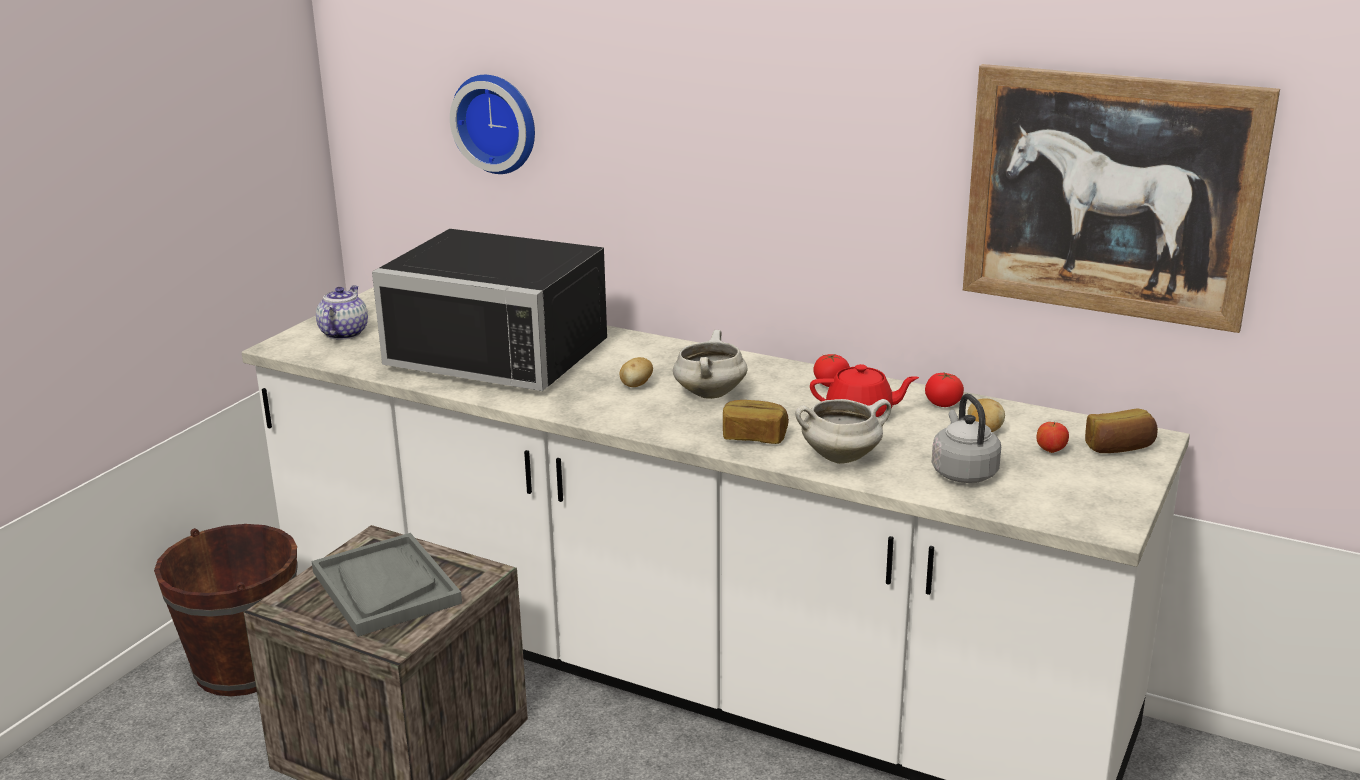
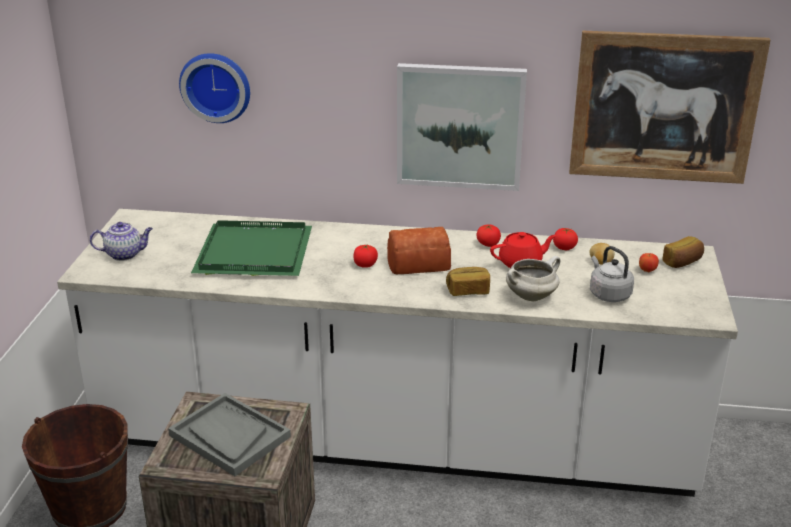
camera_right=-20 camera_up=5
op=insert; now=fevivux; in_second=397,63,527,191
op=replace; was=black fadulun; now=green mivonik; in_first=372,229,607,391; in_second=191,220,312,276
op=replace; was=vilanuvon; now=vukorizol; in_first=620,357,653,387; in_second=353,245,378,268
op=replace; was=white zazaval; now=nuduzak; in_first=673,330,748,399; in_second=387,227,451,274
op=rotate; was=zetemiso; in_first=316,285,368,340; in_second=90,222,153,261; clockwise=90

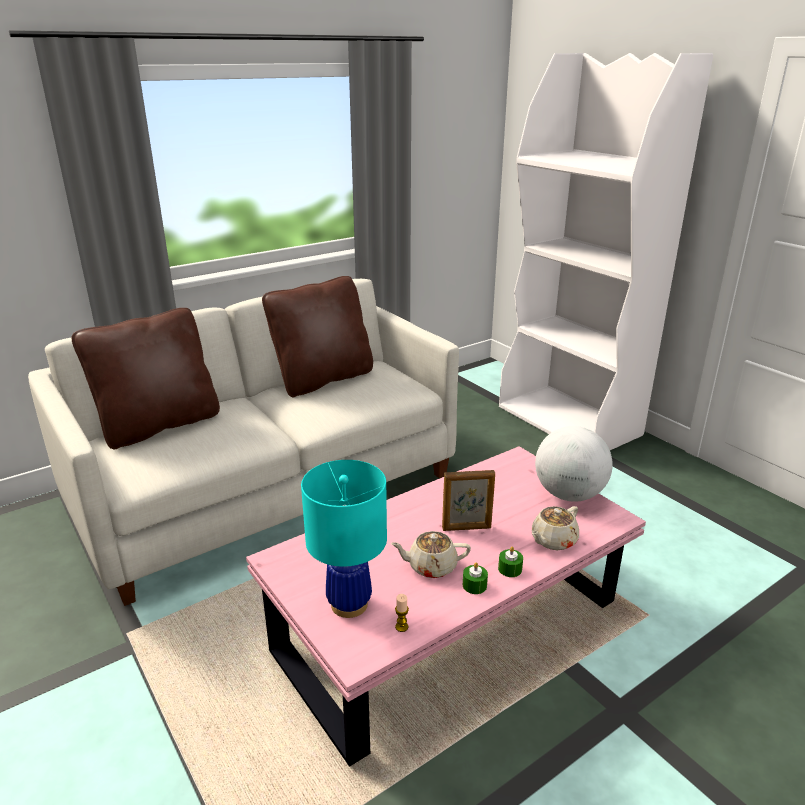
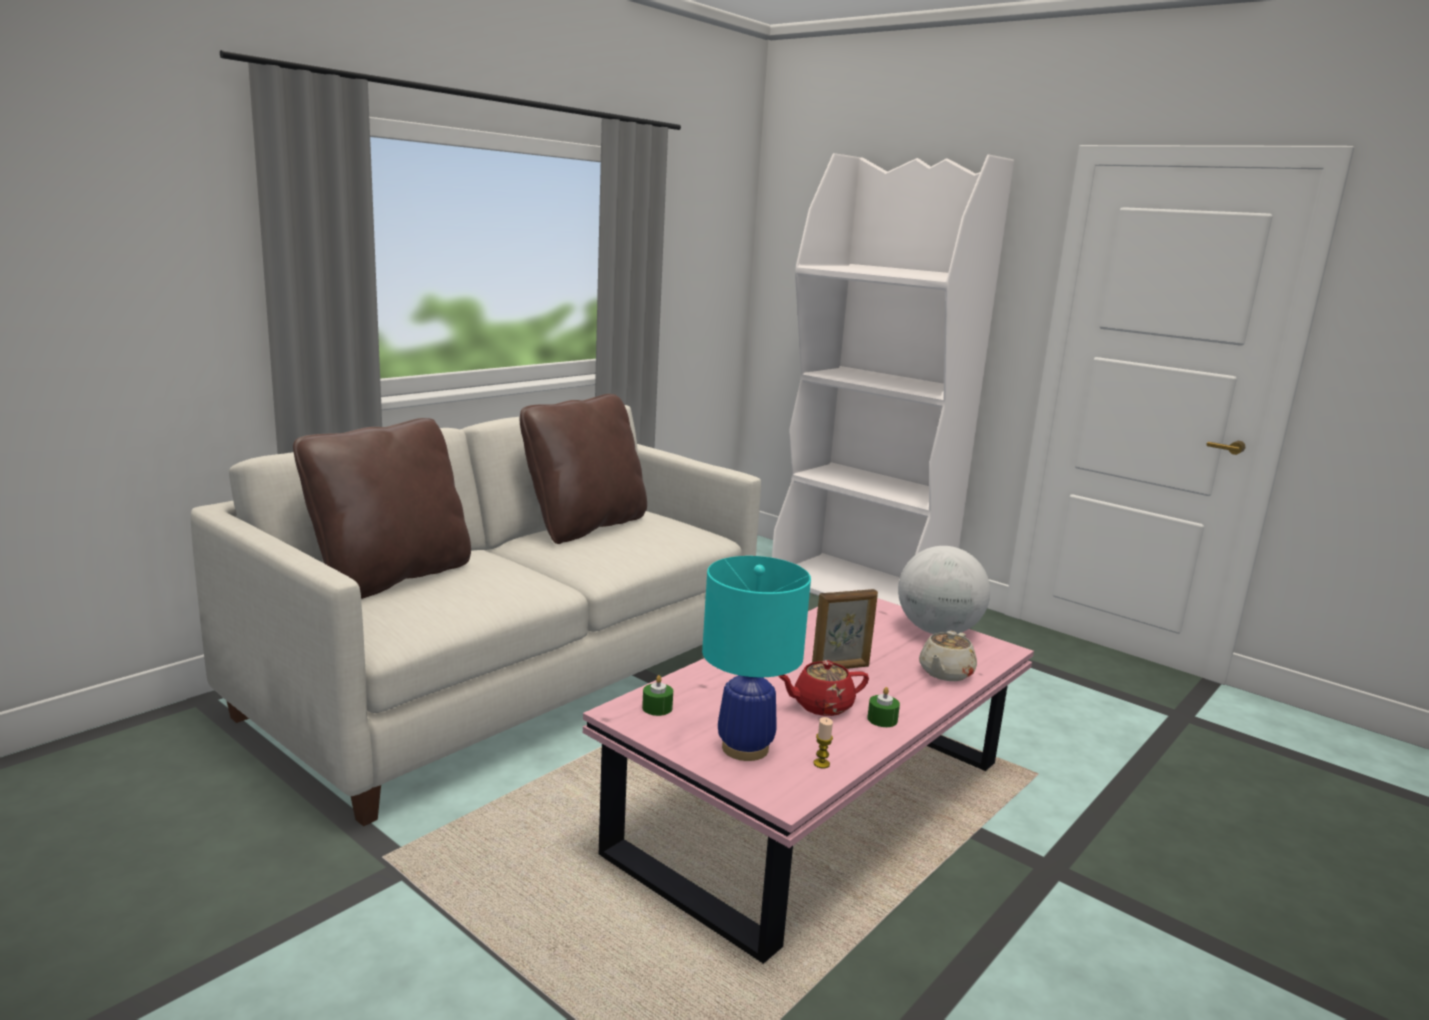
camera_right=-15 camera_up=-10
op=move; was=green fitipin; in_first=498,546,523,577; in_second=642,675,673,716
op=recolor; was=beige zetemiso; now=red zetemiso; in_first=390,531,471,578; in_second=779,660,869,716

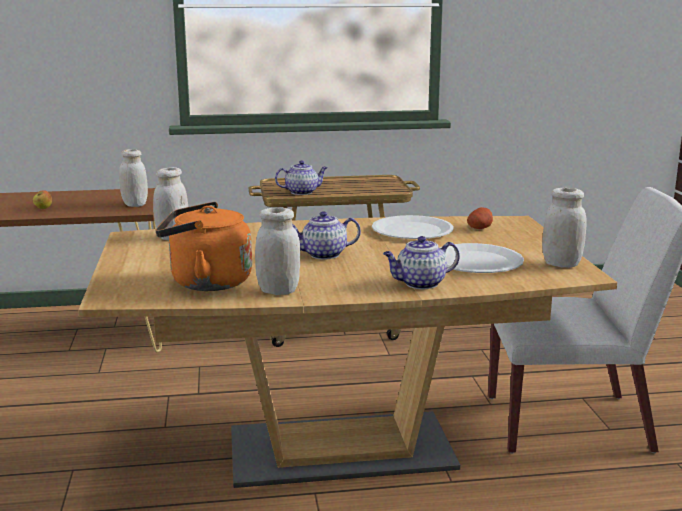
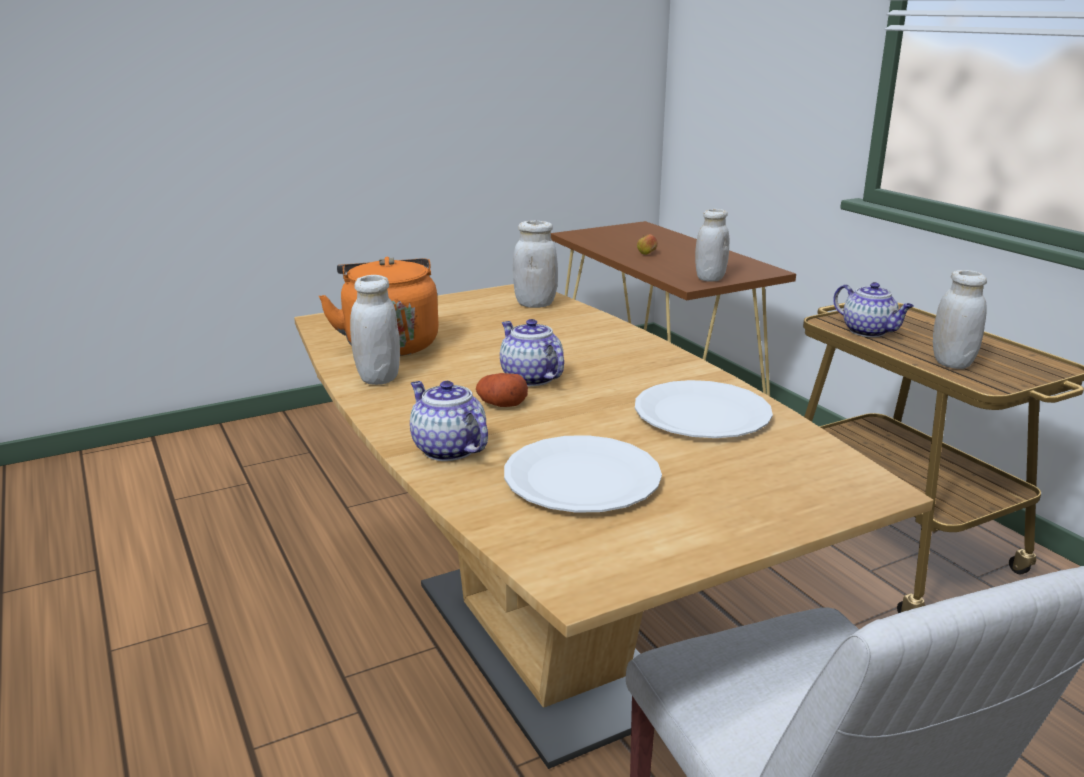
camera_right=70 camera_up=5
op=move; was=vilanuvon; in_first=467,207,493,229; in_second=476,373,528,407
op=move; was=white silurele; in_first=542,188,587,268; in_second=933,270,987,369

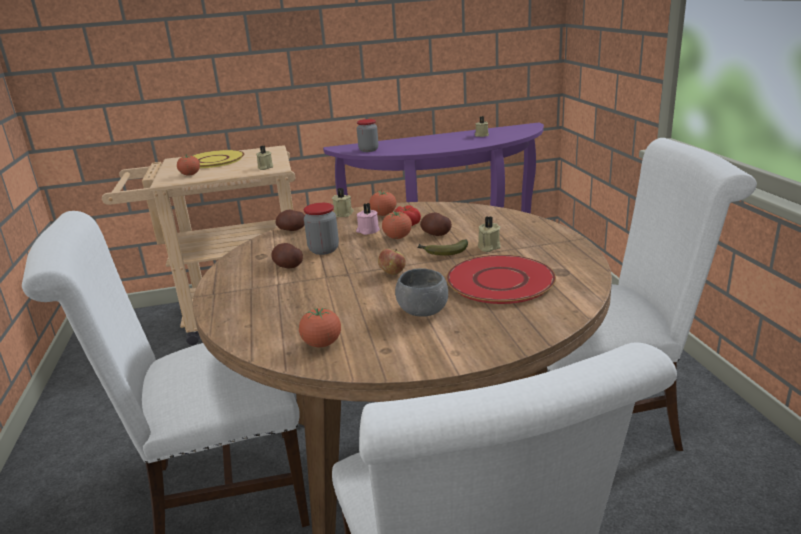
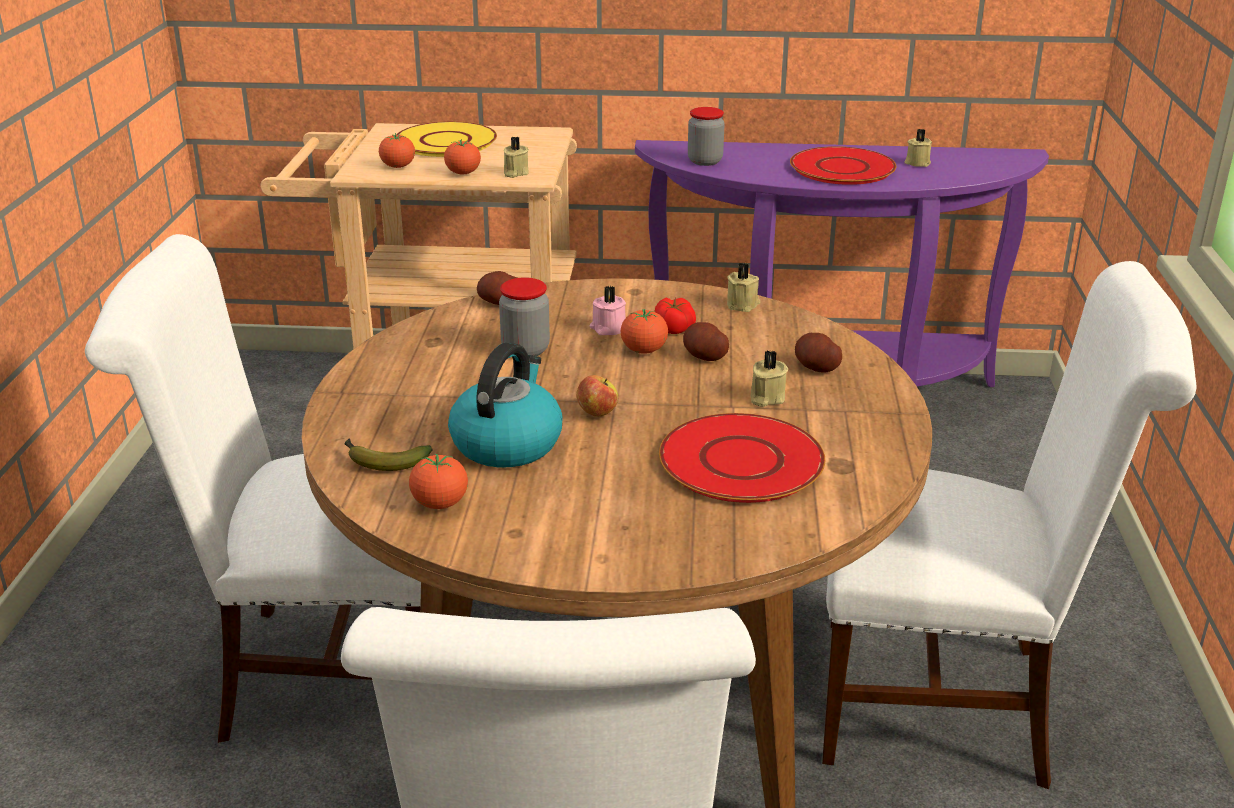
camera_right=15 camera_up=5
op=delete; was=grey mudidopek; in_first=395,268,448,317
op=insert; now=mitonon; in_second=448,343,562,467
op=insert; now=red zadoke; in_second=790,146,896,185
op=move; was=vilanuvon; in_first=271,243,303,268; in_second=795,333,842,372
op=move; was=beige fitipin; in_first=332,188,354,217; in_second=727,263,760,312
op=move; was=vukorizol; in_first=369,190,396,216; in_second=444,139,481,175
op=move; was=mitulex; in_first=417,239,468,256; in_second=345,438,432,471

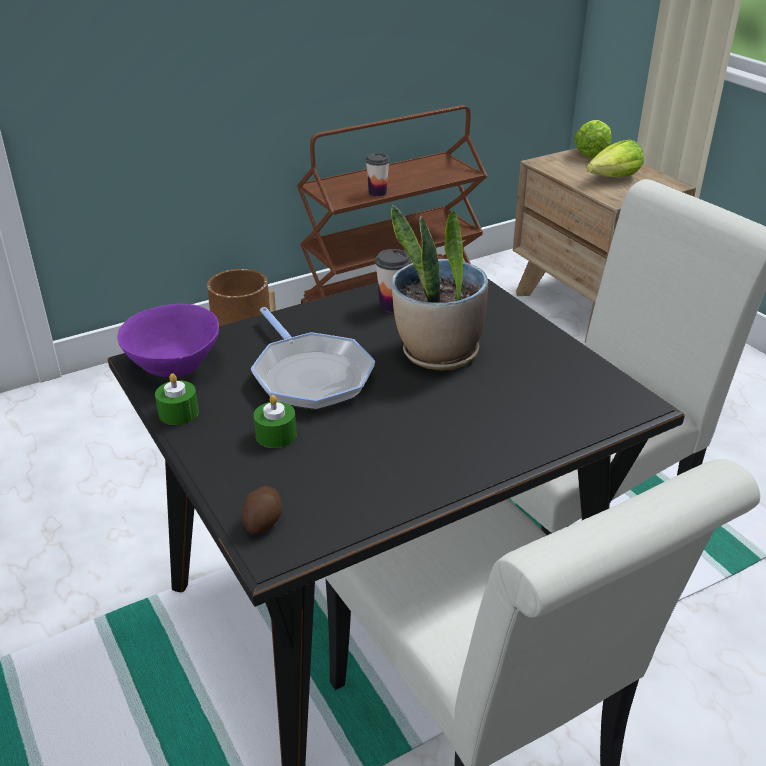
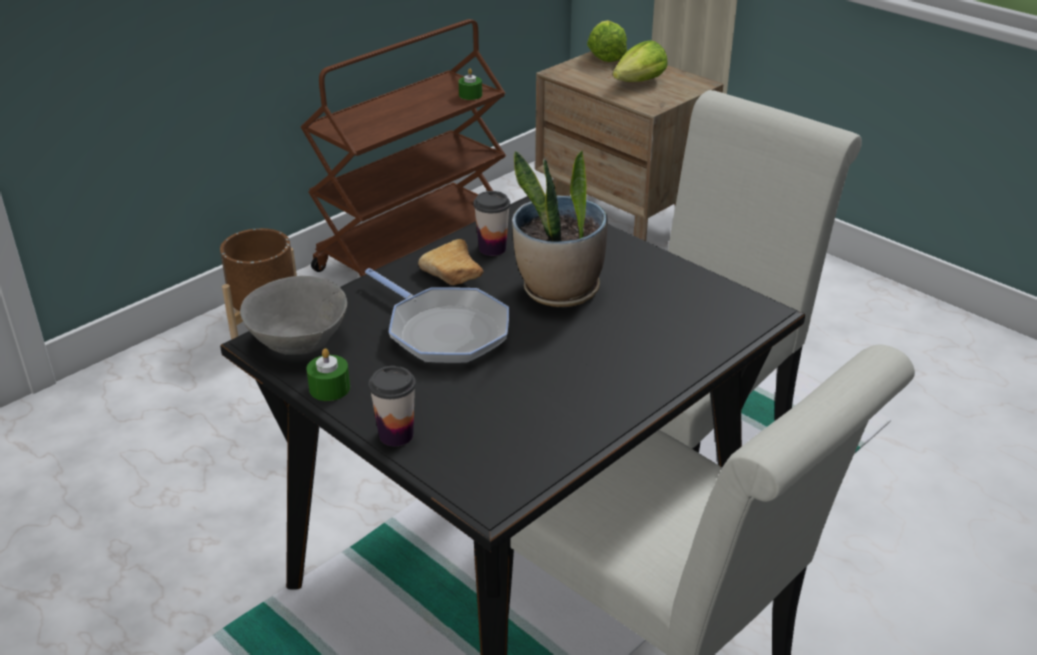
camera_right=-15 camera_up=0
op=delete; was=vilanuvon; in_first=242,486,282,534
op=insert; now=nuduzak; in_second=418,239,483,285
op=move; was=green fitipin; in_first=254,395,297,448; in_second=458,69,482,100
op=move; was=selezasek; in_first=366,153,390,196; in_second=369,366,416,446
op=recolor; was=purple mudidopek; now=grey mudidopek; in_first=117,304,219,377; in_second=240,276,347,355

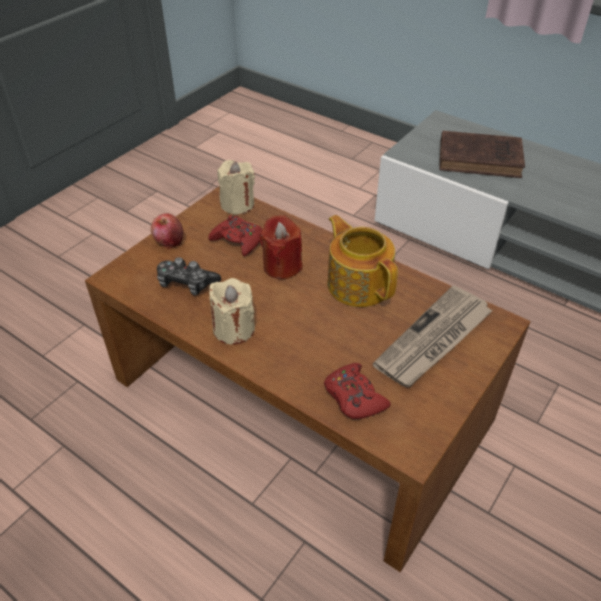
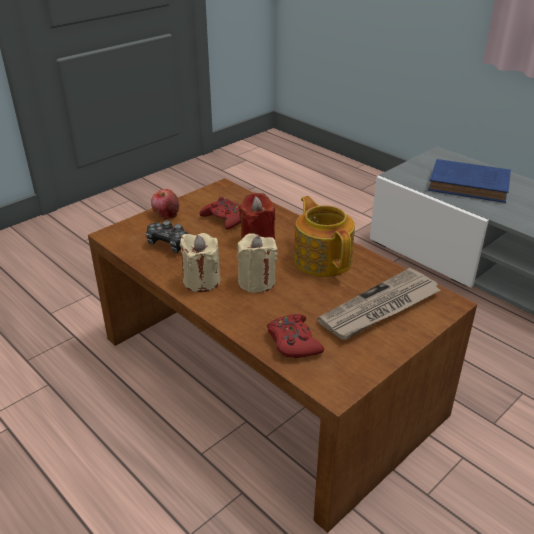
camera_right=10 camera_up=-10
op=move; was=beige fitipin; in_first=217,160,255,215; in_second=237,233,278,293
op=recolor; was=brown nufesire; now=blue nufesire; in_first=439,131,525,178; in_second=428,159,511,203

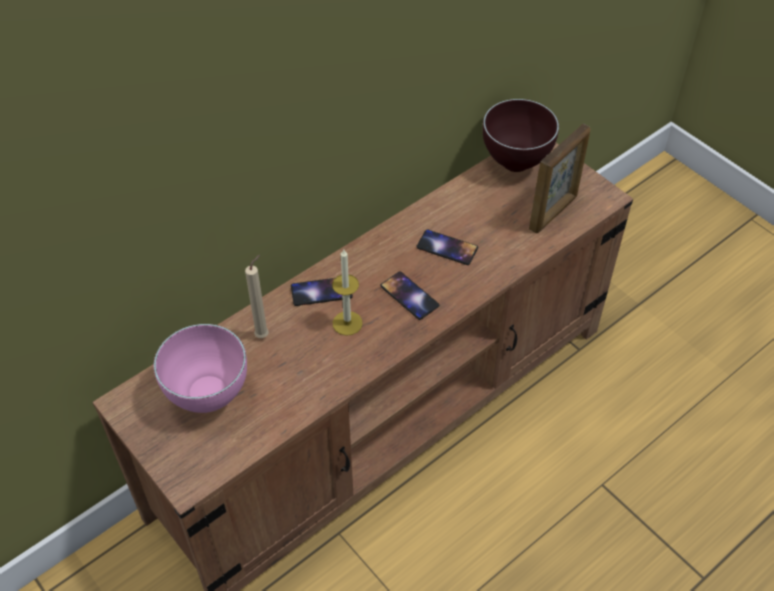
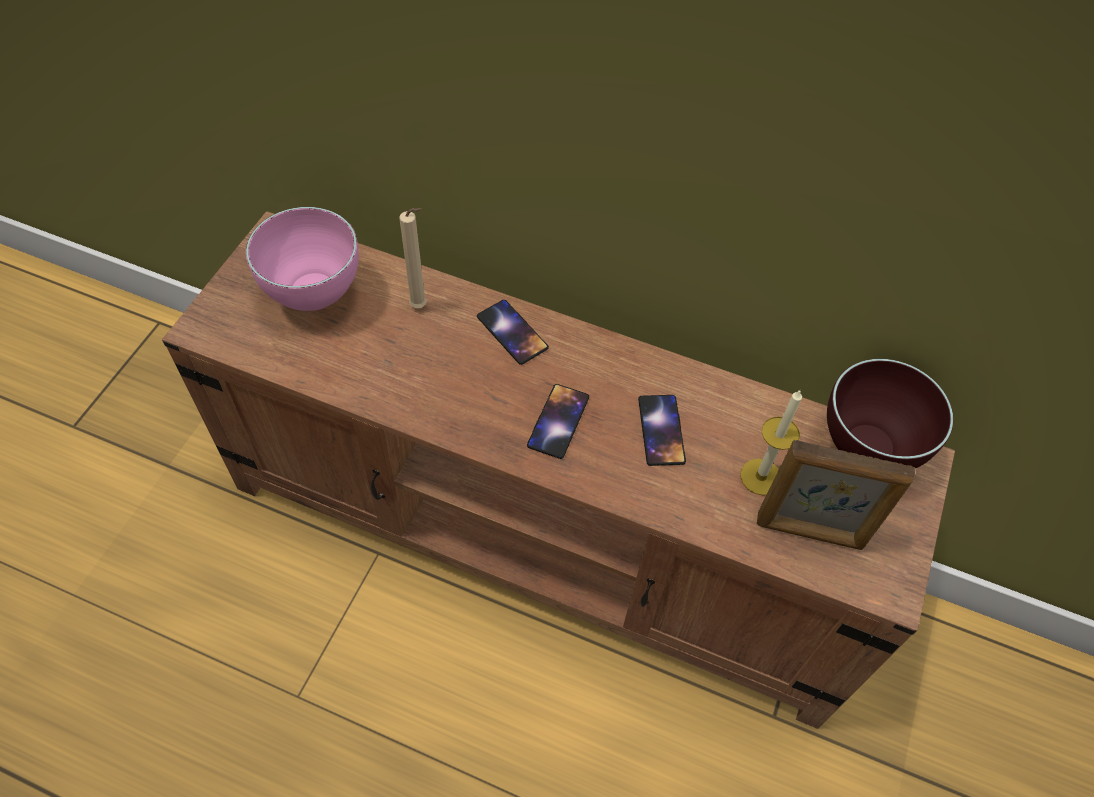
camera_right=60 camera_up=5
op=move; was=fitipin; in_first=332,248,363,336; in_second=740,390,802,496

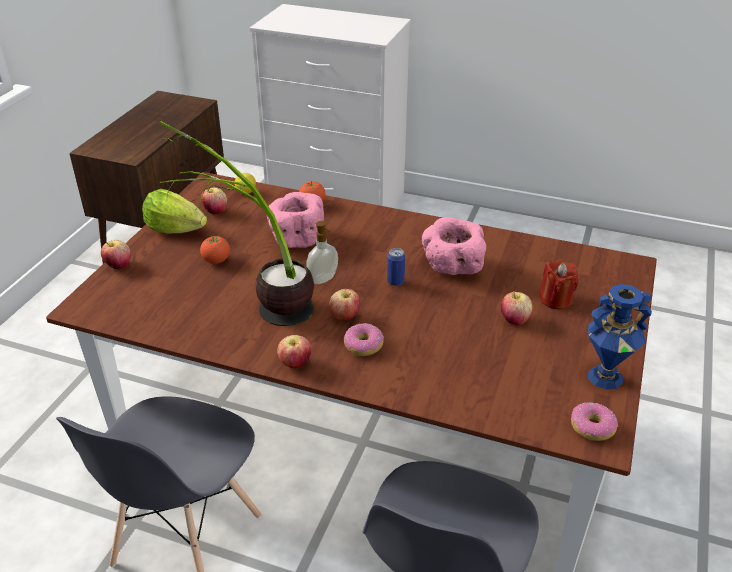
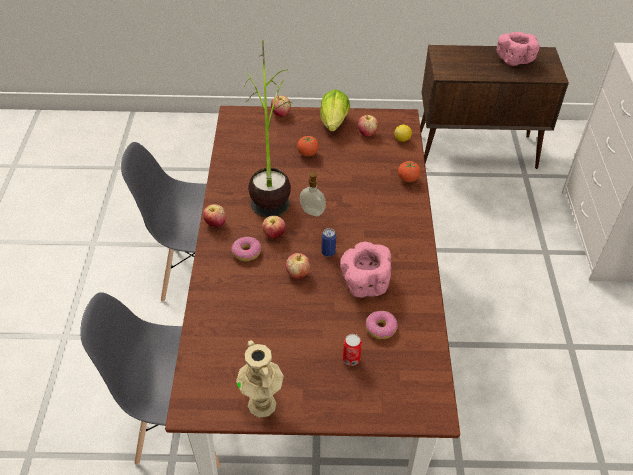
camera_right=70 camera_up=10
op=move; was=pink mudidopek; in_first=267,192,324,248; in_second=497,32,539,66
op=move; was=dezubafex; in_first=501,291,533,325; in_second=286,253,310,279
op=move; was=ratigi; in_first=571,402,618,441; in_second=366,311,398,339
op=replace; was=red fitipin; now=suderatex; in_first=539,260,578,309; in_second=343,334,362,366
op=recolor; was=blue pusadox; now=beige pusadox; in_first=588,284,652,390; in_second=236,340,284,417

